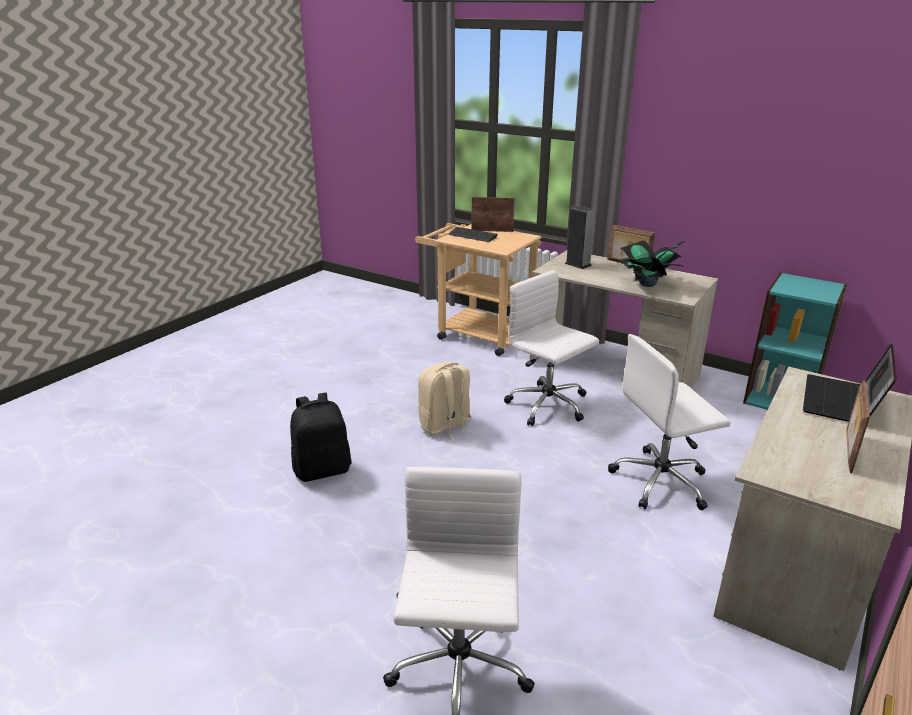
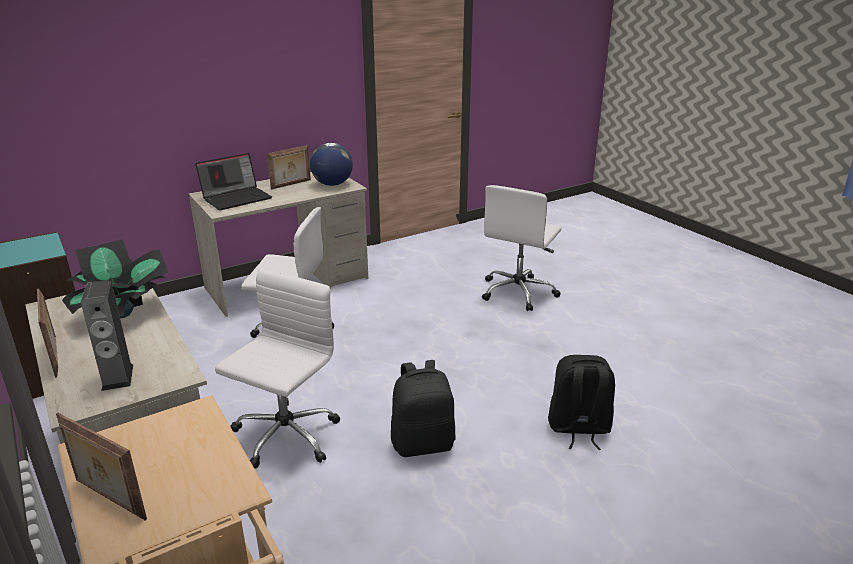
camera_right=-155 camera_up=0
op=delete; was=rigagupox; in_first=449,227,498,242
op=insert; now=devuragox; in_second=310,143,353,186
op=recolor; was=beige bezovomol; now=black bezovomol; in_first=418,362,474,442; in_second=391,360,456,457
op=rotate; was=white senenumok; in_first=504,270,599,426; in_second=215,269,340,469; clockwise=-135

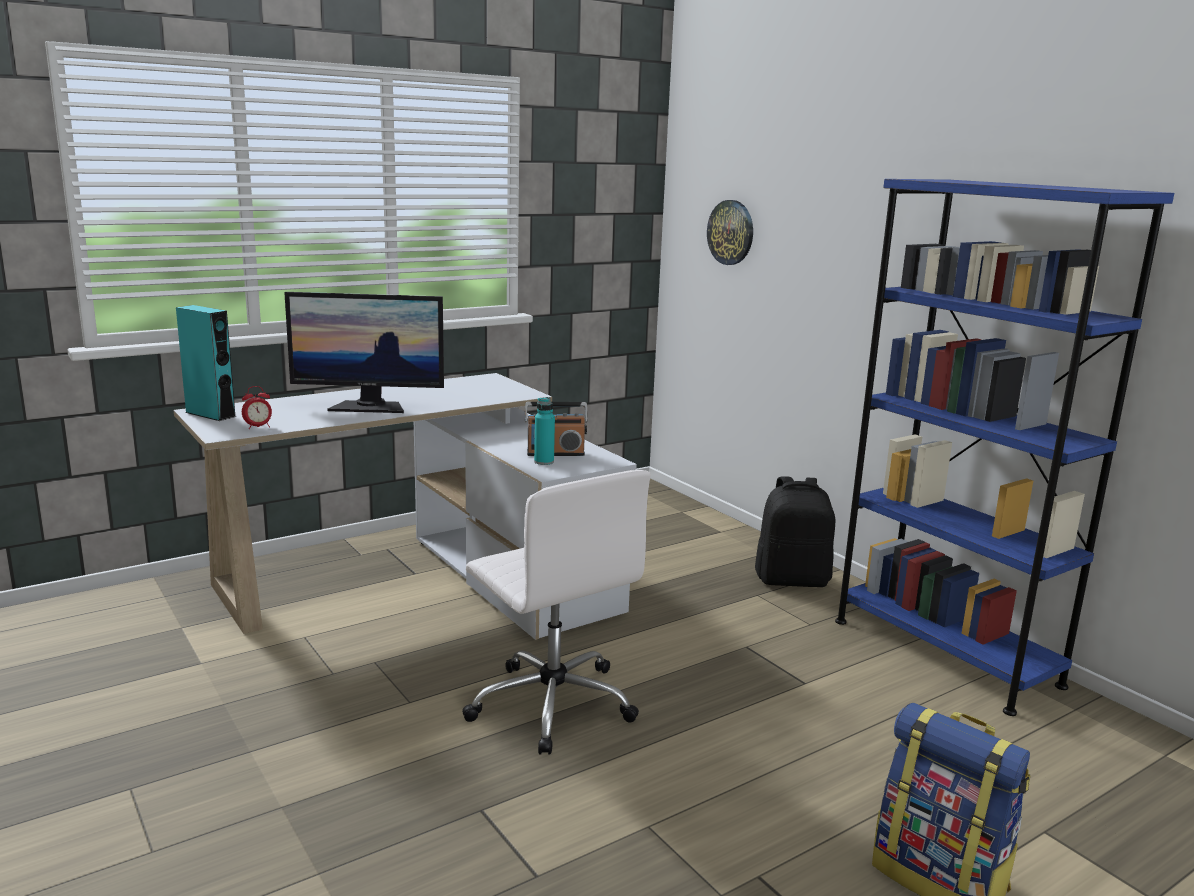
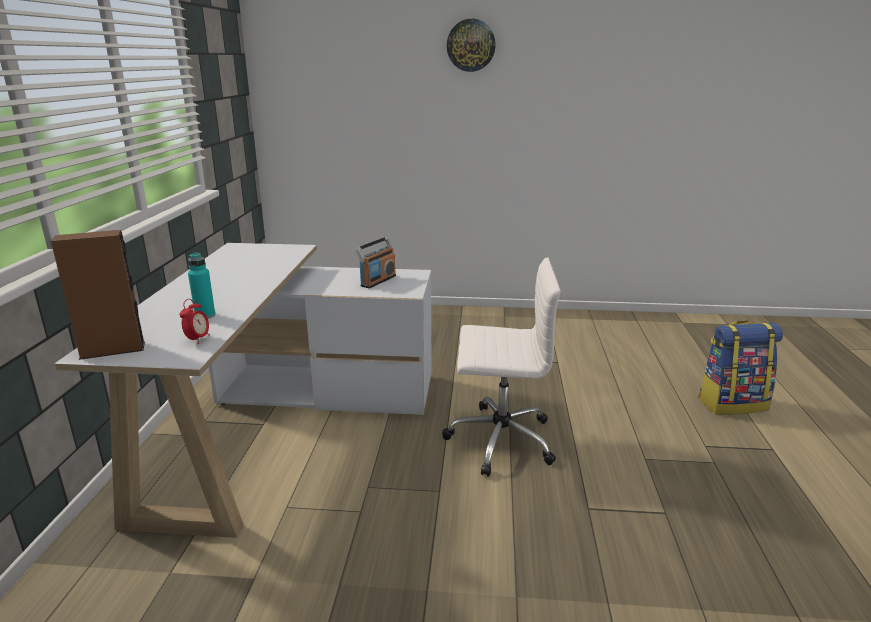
camera_right=-50 camera_up=5
op=delete; was=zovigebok; in_first=284,292,444,413
op=delete; was=black bezovomol; in_first=755,476,835,587
op=delete; was=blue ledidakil; in_first=835,179,1174,716
op=move; was=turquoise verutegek; in_first=534,397,555,465; in_second=188,252,215,319
op=move; was=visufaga; in_first=707,200,753,265; in_second=447,19,496,72
op=recolor; was=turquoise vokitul; now=brown vokitul; in_first=176,305,236,421; in_second=51,230,145,360

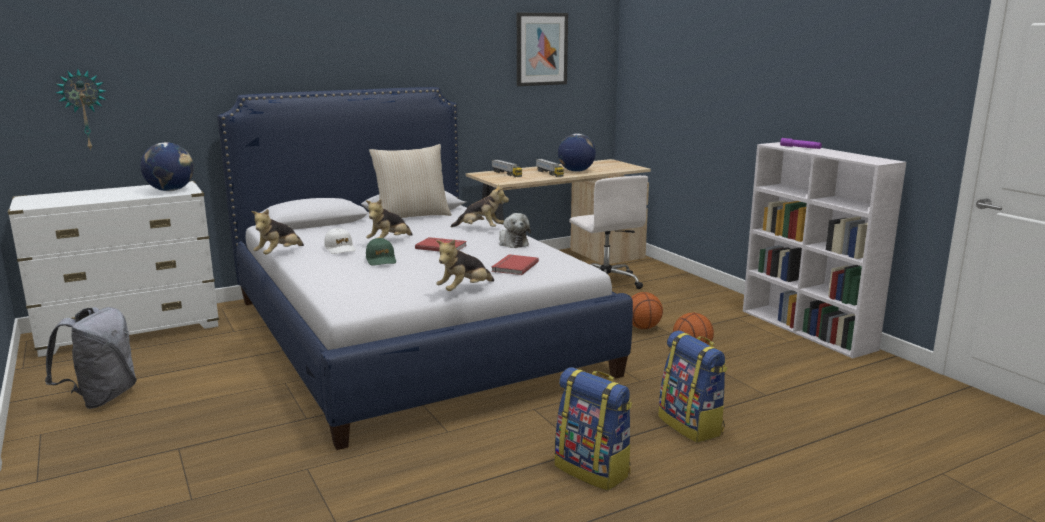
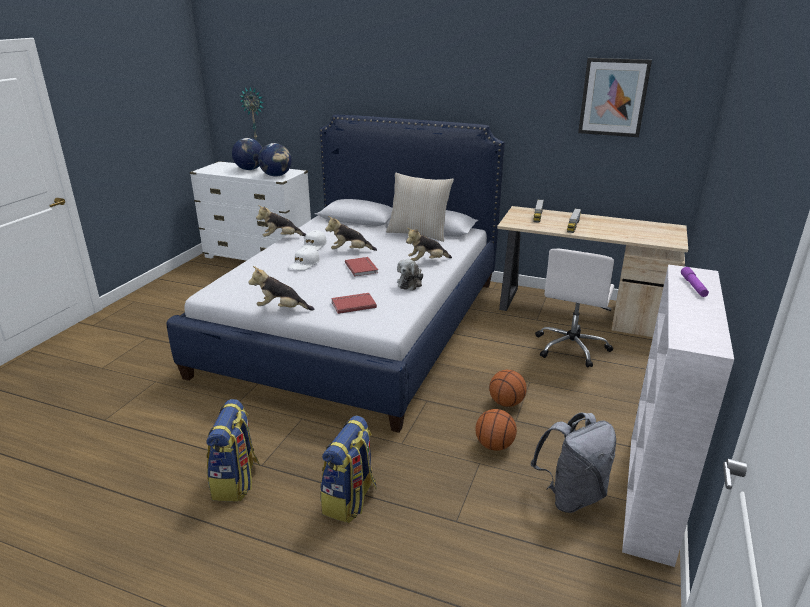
camera_right=50 camera_up=10
op=move; was=grey bezovomol; in_first=45,307,137,409; in_second=531,413,616,513
op=move; was=devuragox; in_first=558,134,596,172; in_second=232,138,262,170
op=recolor; was=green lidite; now=white lidite; in_first=366,238,396,266; in_second=289,247,320,270
op=rotate; was=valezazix; in_first=451,184,509,227; in_second=406,228,452,261; clockwise=90

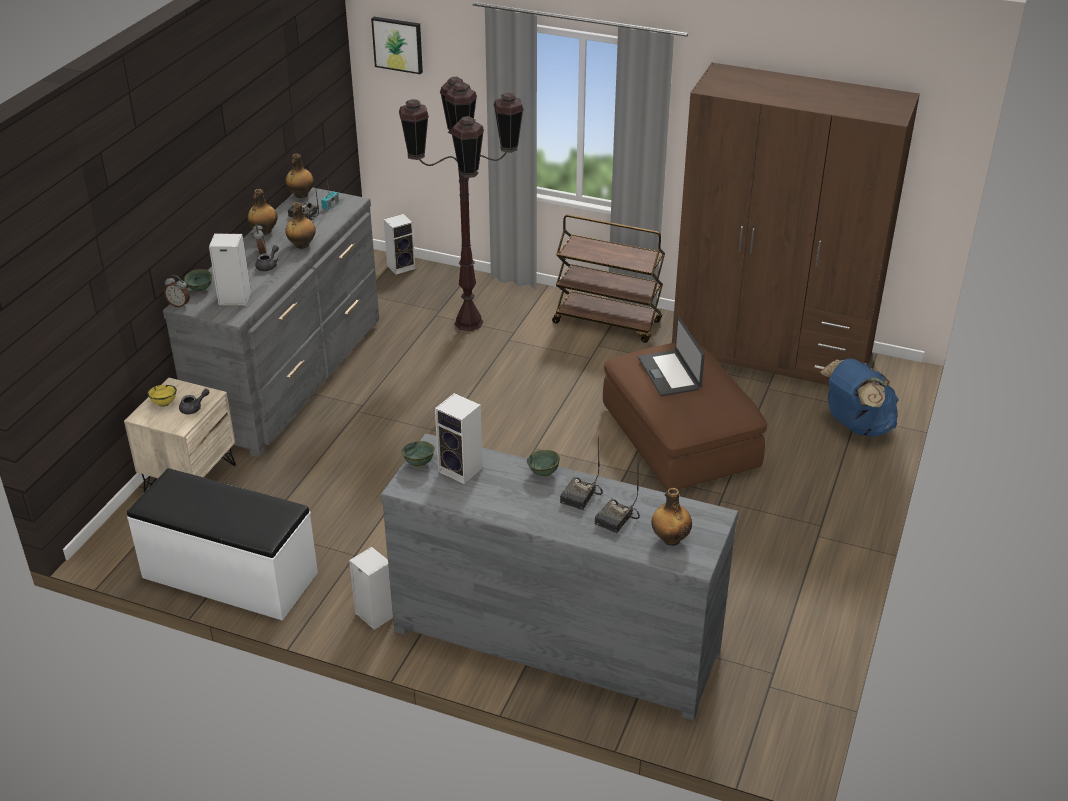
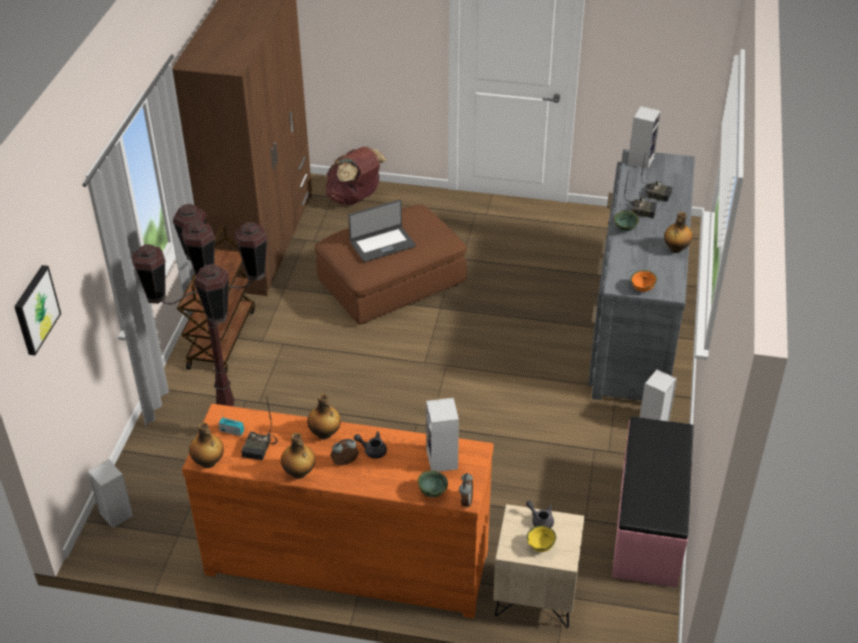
camera_right=-100 camera_up=5
op=move; was=vokitul; in_first=435,393,483,484; in_second=628,106,661,169
op=move; was=verutegek; in_first=651,488,692,546; in_second=664,212,693,253
op=recolor; was=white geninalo; now=pink geninalo; in_first=127,468,318,621; in_second=612,416,694,588
op=recolor; was=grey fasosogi; now=orange fasosogi; in_first=163,187,379,457; in_second=182,404,494,619
op=recolor; was=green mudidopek; now=orange mudidopek; in_first=401,441,435,467; in_second=630,270,657,292
op=recolor; was=blue bezovomol; now=brown bezovomol; in_first=820,358,898,437; in_second=326,147,387,205

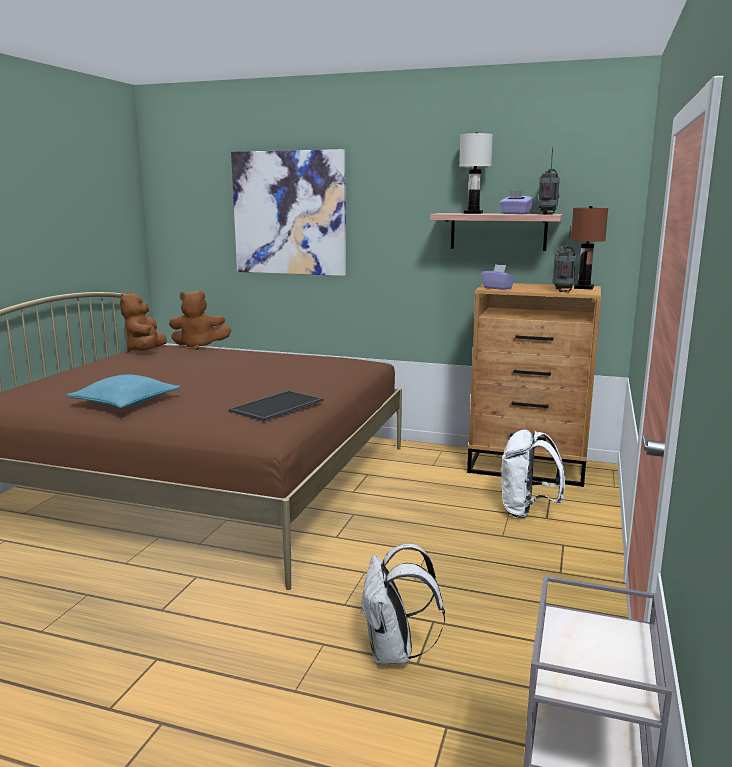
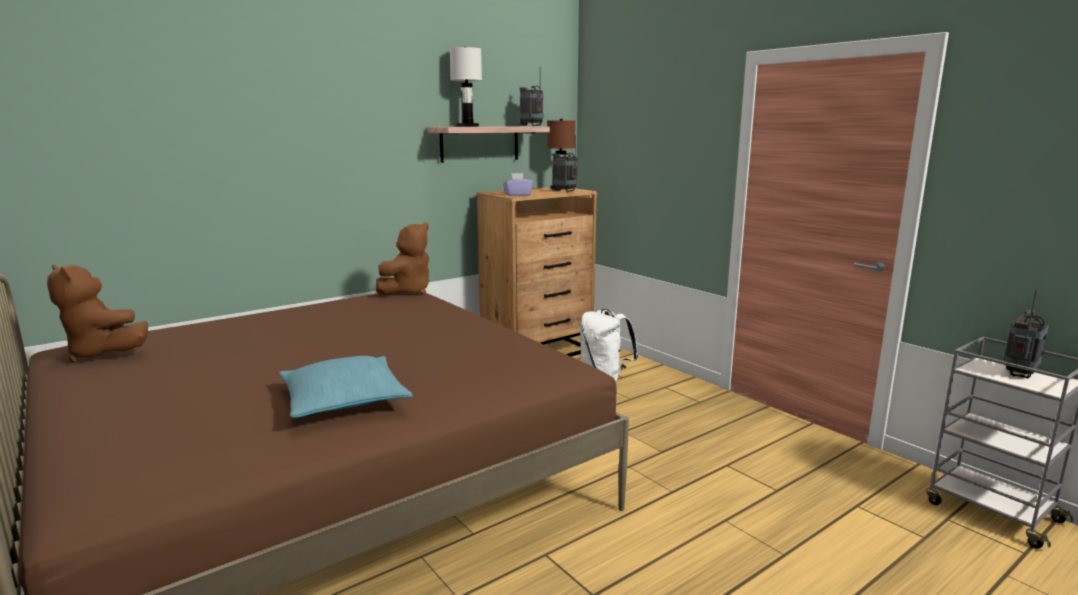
camera_right=-55 camera_up=0
op=delete; was=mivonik; in_first=229,390,324,421
op=delete; was=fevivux; in_first=231,149,346,276
op=delete; was=white bezovomol; in_first=361,544,445,665
op=delete; was=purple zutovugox; in_first=499,190,534,214
op=insert; now=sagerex; in_second=1003,289,1049,378
op=move; was=brown valezazix; in_first=169,291,232,350; in_second=376,223,429,296

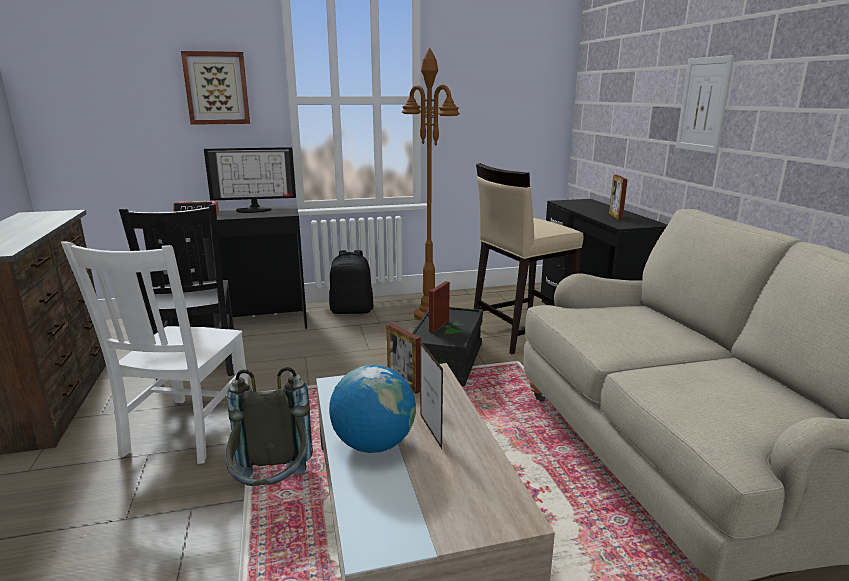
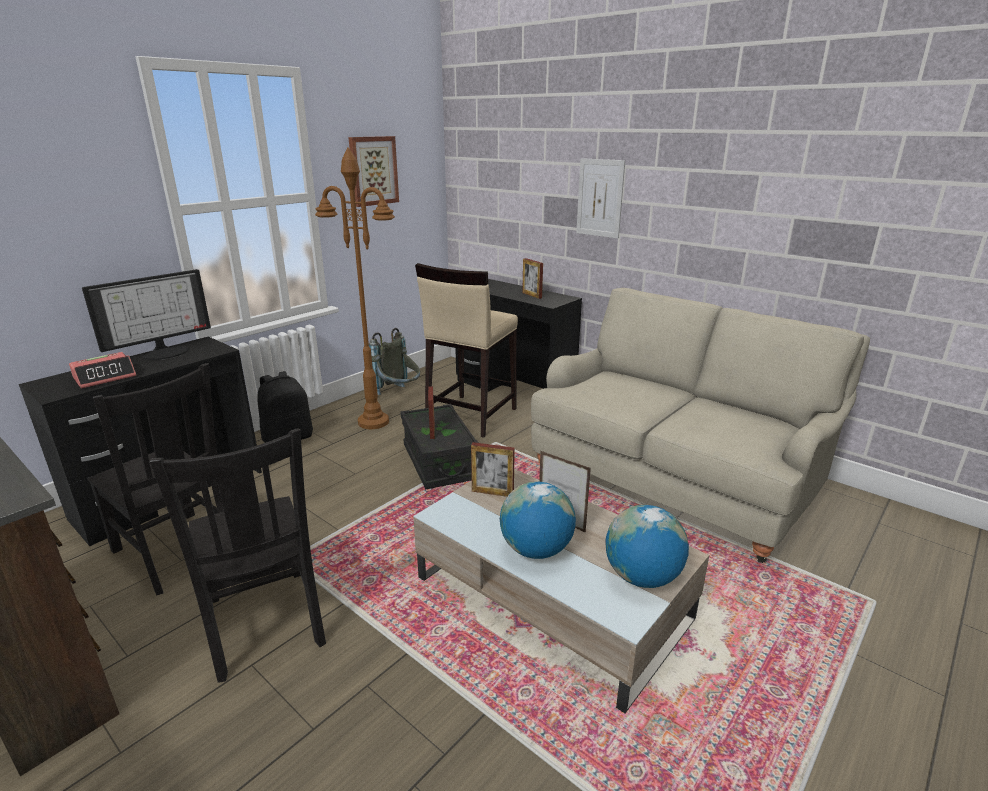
camera_right=-35 camera_up=5
op=insert; now=devuragox; in_second=605,505,689,588
op=move; was=fevivux; in_first=181,51,250,125; in_second=348,136,399,207
op=move; was=grey bezovomol; in_first=225,367,313,486; in_second=369,328,420,395
op=recolor; was=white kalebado; now=black kalebado; in_first=61,241,248,464; in_second=150,428,326,683

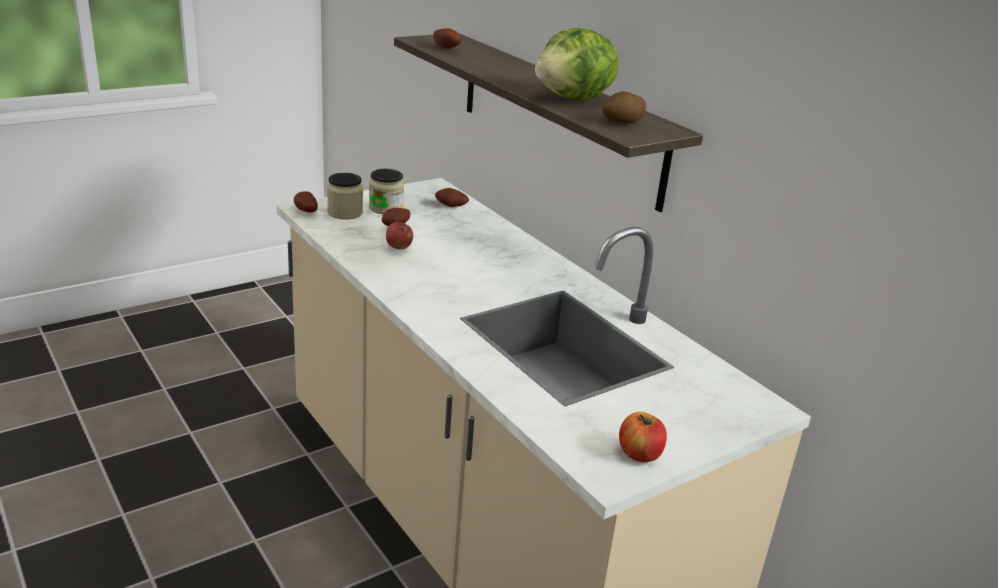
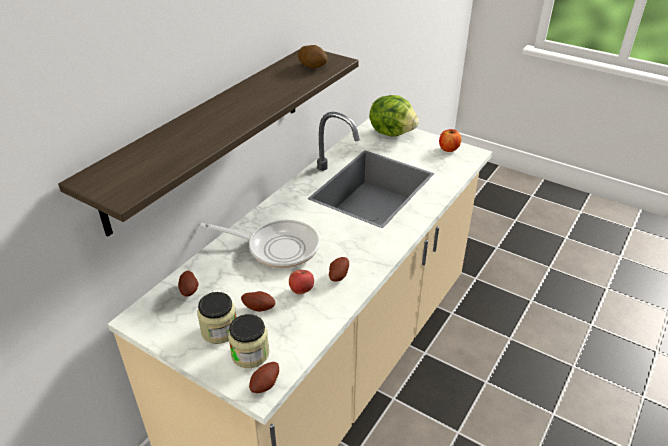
camera_right=-110 camera_up=10
op=insert; now=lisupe; in_second=200,220,320,268
op=move; was=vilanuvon; in_first=433,28,462,49; in_second=329,257,349,282
op=move; was=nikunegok; in_first=535,28,619,100; in_second=369,95,419,137

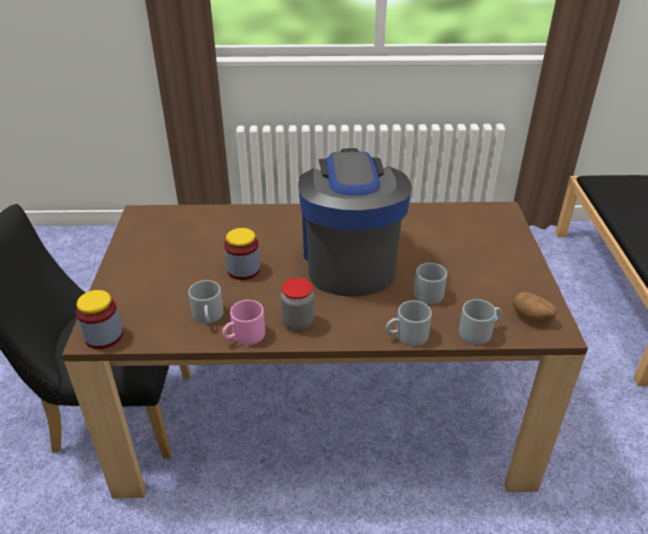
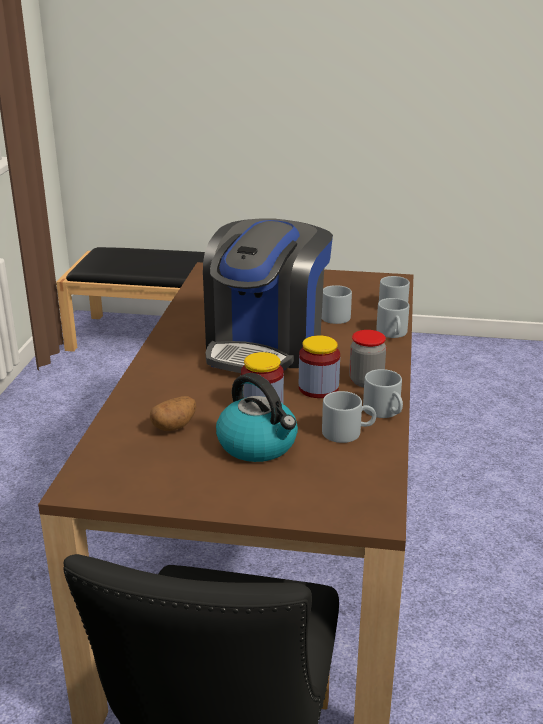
camera_right=-80 camera_up=-10
op=insert; now=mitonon; in_second=216,373,298,462
op=move; was=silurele; in_first=76,290,123,349; in_second=299,335,340,398
op=move; was=vilanuvon; in_first=513,292,557,322; in_second=150,396,196,431
op=recolor; was=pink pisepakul; now=grey pisepakul; in_first=222,300,265,345; in_second=363,369,403,418
op=rotate; was=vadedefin; in_first=298,148,412,297; in_second=203,218,333,373; clockwise=-75

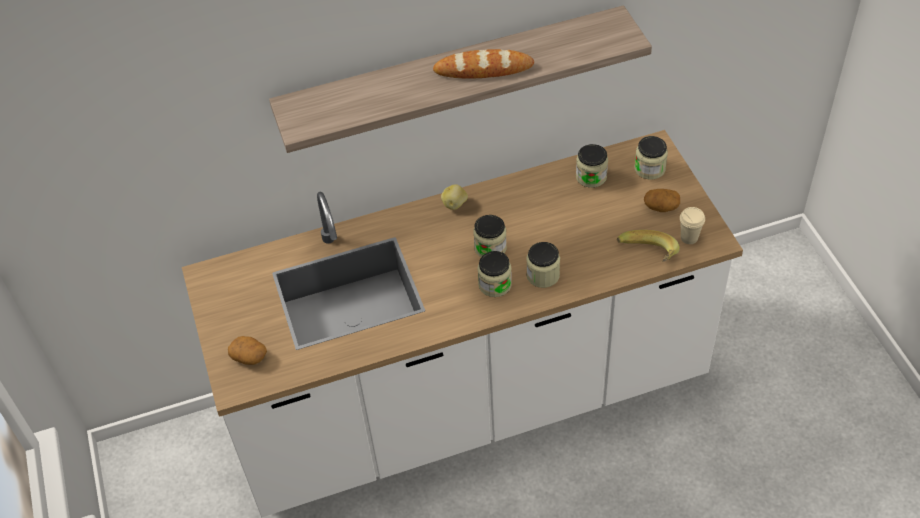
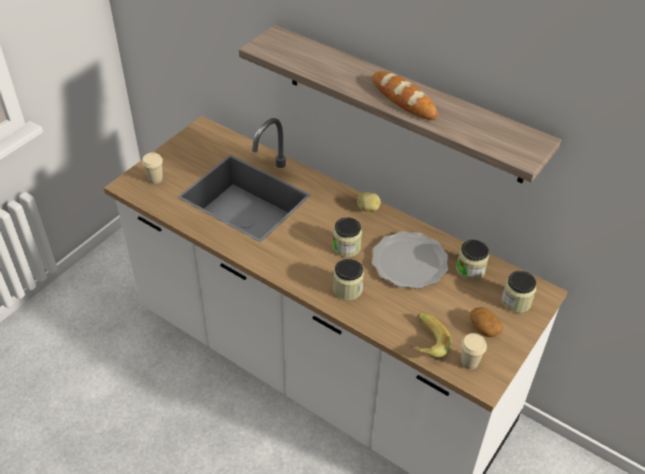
camera_right=50 camera_up=-5
op=delete; was=silurele; in_first=477,251,512,297
op=insert; now=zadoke; in_second=372,231,448,289
op=replace; was=vilanuvon; now=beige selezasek; in_first=228,336,267,365; in_second=142,152,163,184

